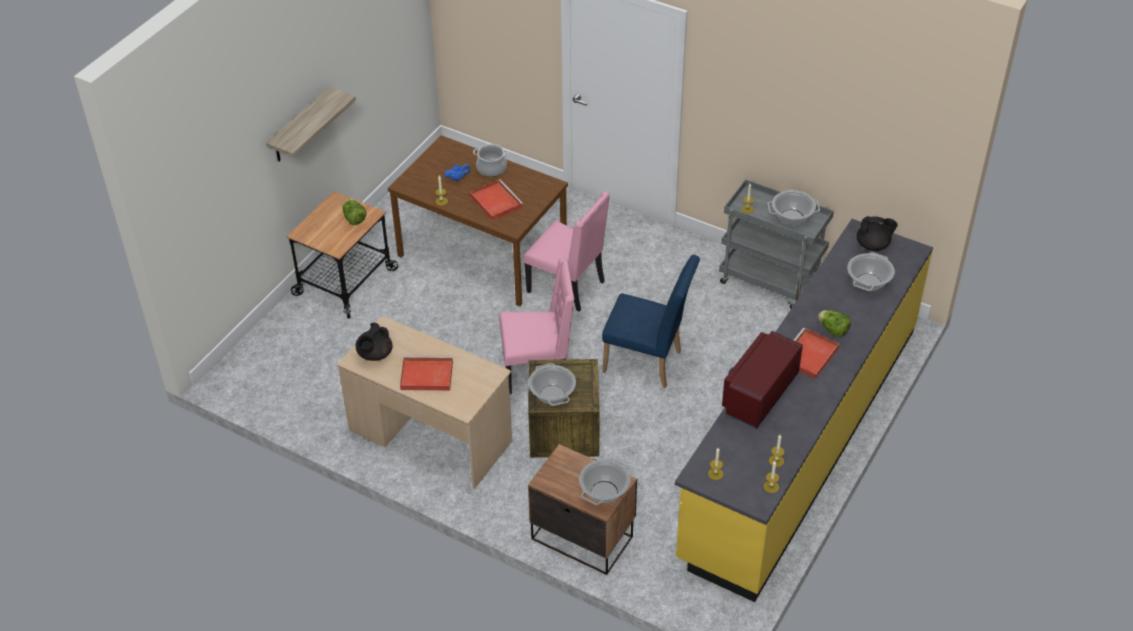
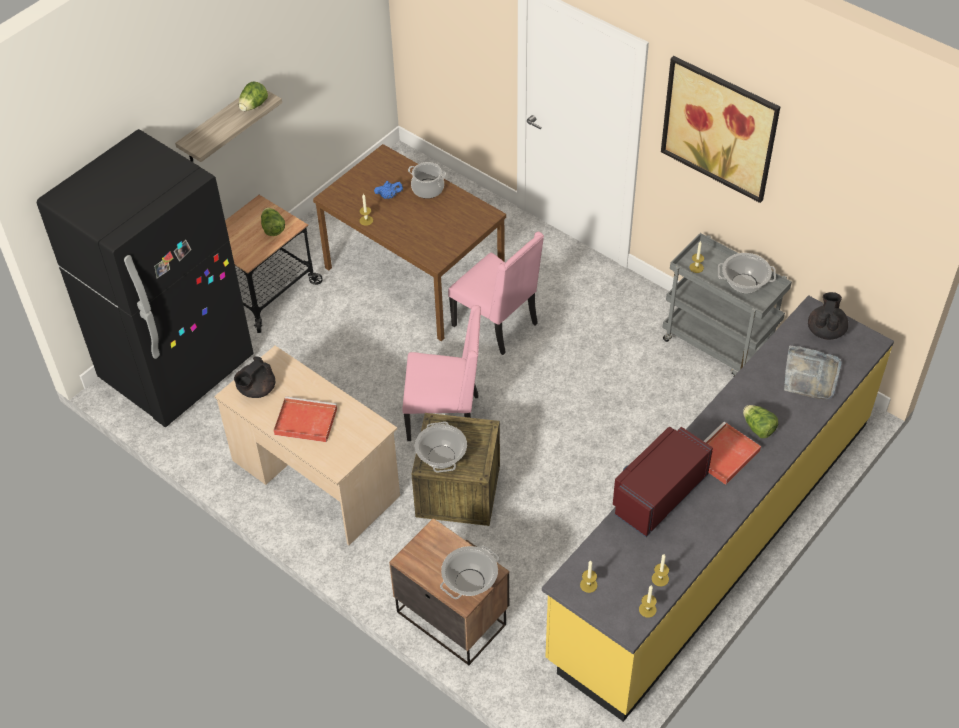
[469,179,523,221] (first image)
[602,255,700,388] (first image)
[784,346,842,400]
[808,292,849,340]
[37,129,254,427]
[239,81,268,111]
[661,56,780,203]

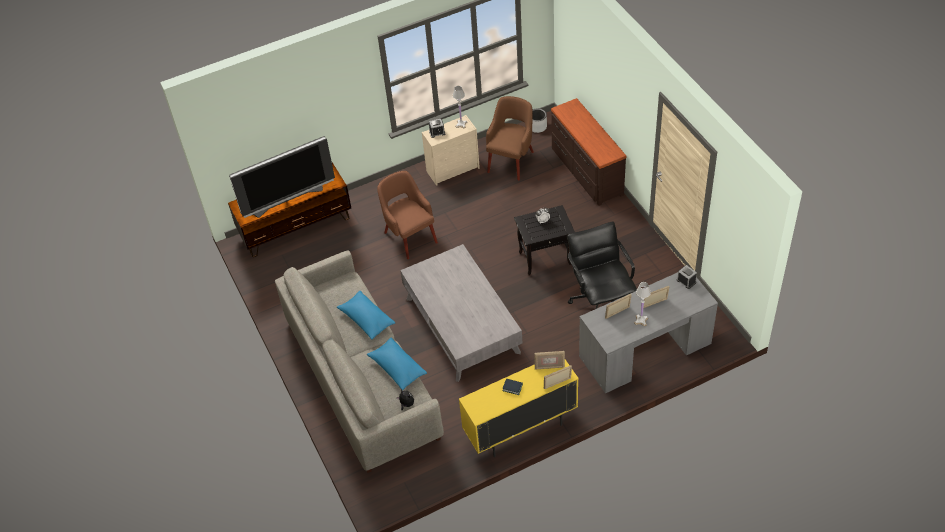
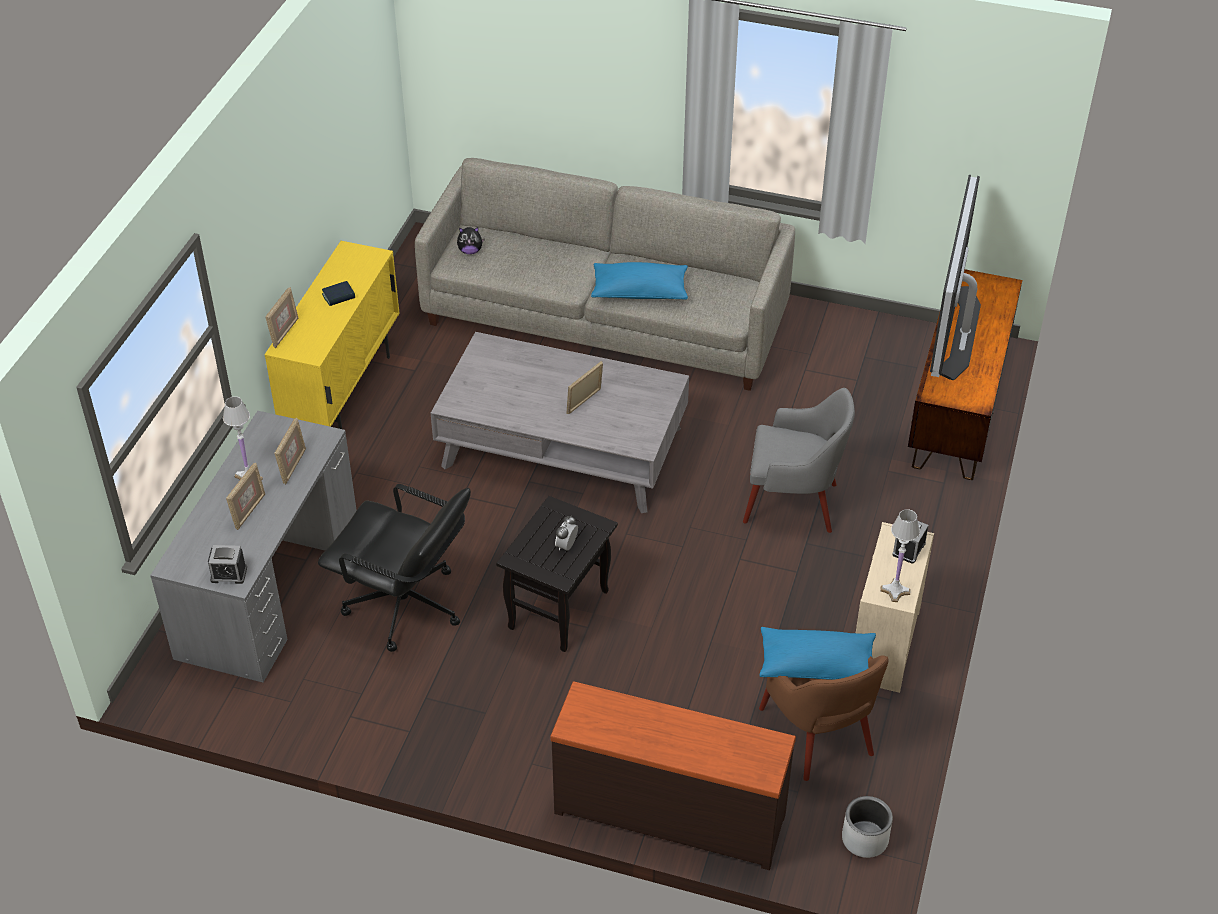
[760,627,876,680]
[743,388,855,533]
[566,361,603,414]

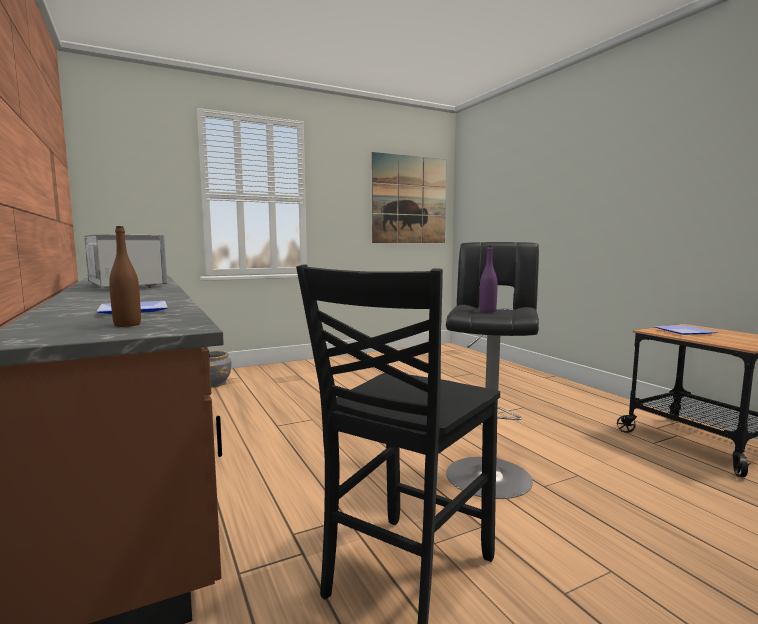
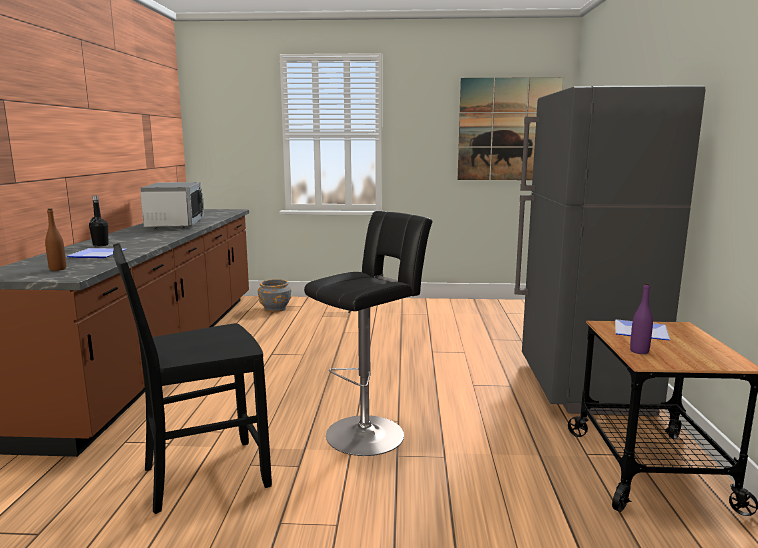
[630,283,653,354]
[89,195,108,246]
[514,85,705,416]

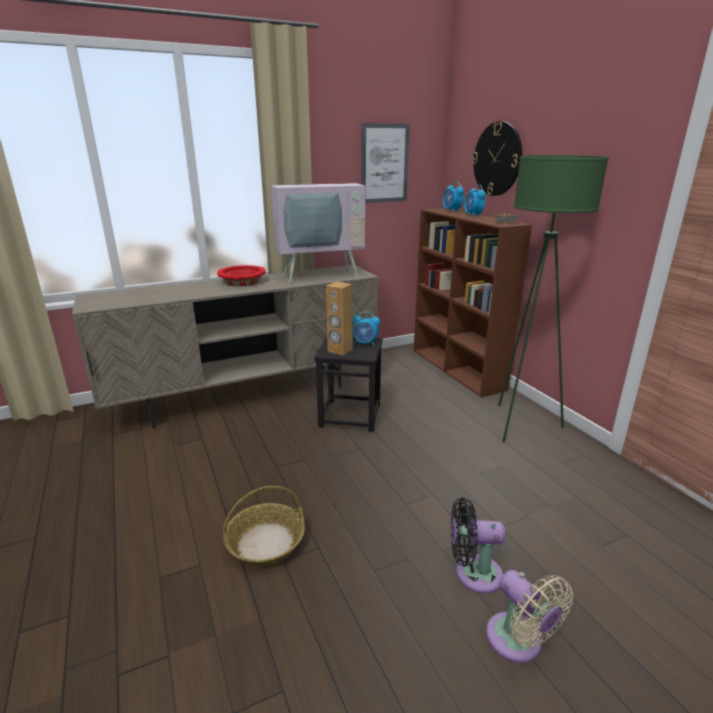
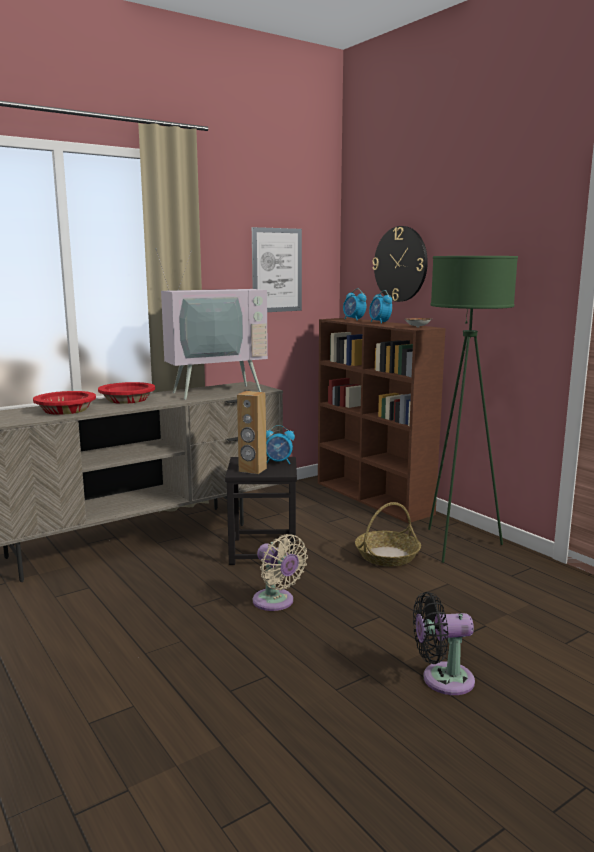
[355,502,421,566]
[253,534,308,611]
[33,391,96,415]

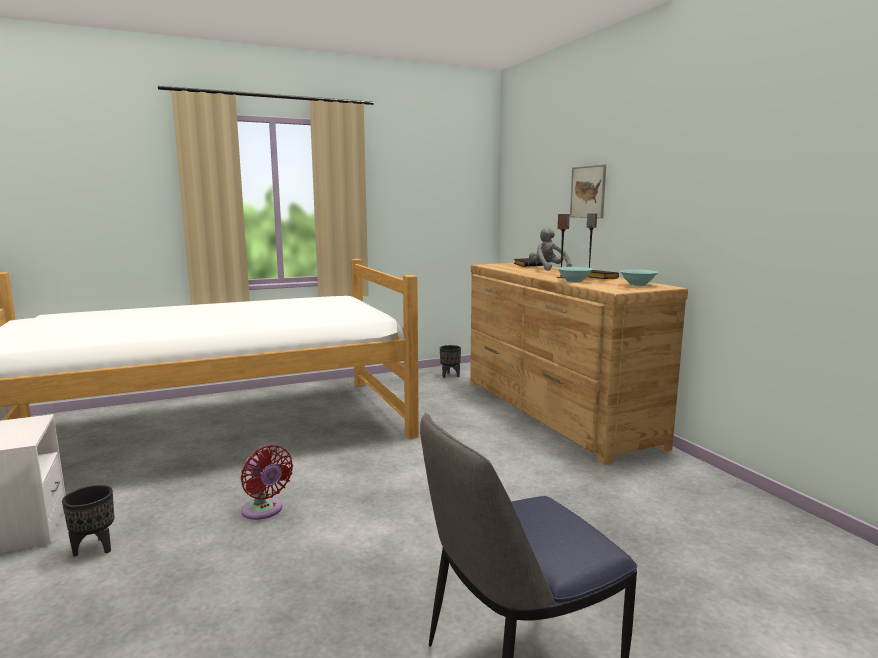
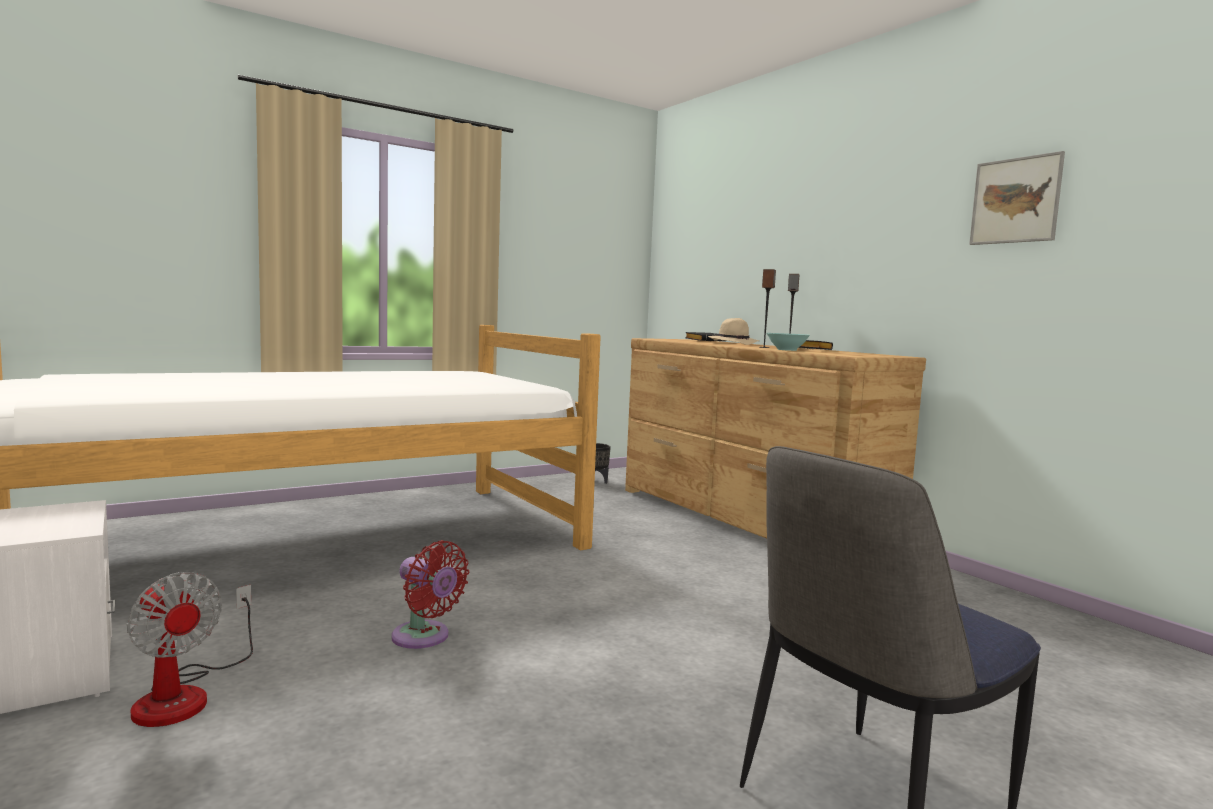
[127,572,253,727]
[708,318,759,345]
[969,151,1065,245]
[620,269,658,286] (first image)

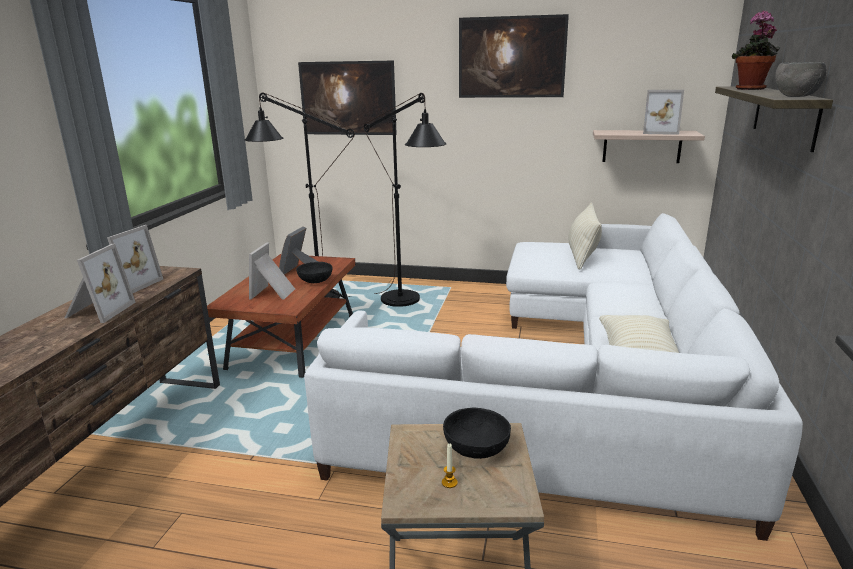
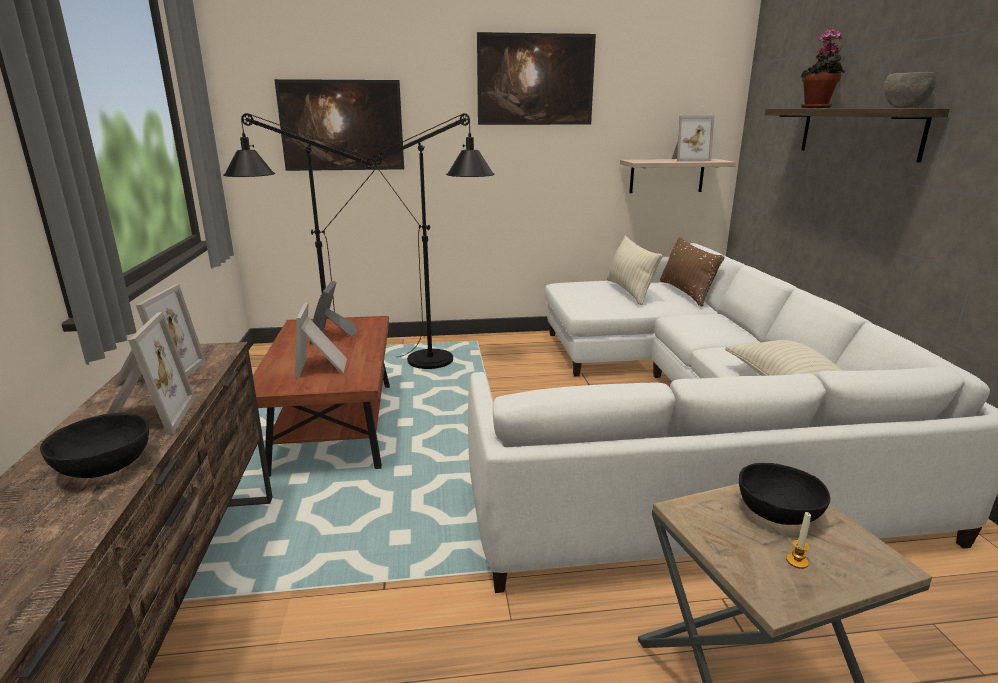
[40,413,149,478]
[660,237,725,306]

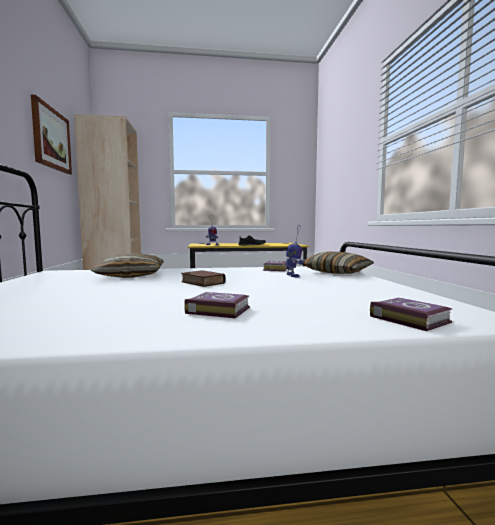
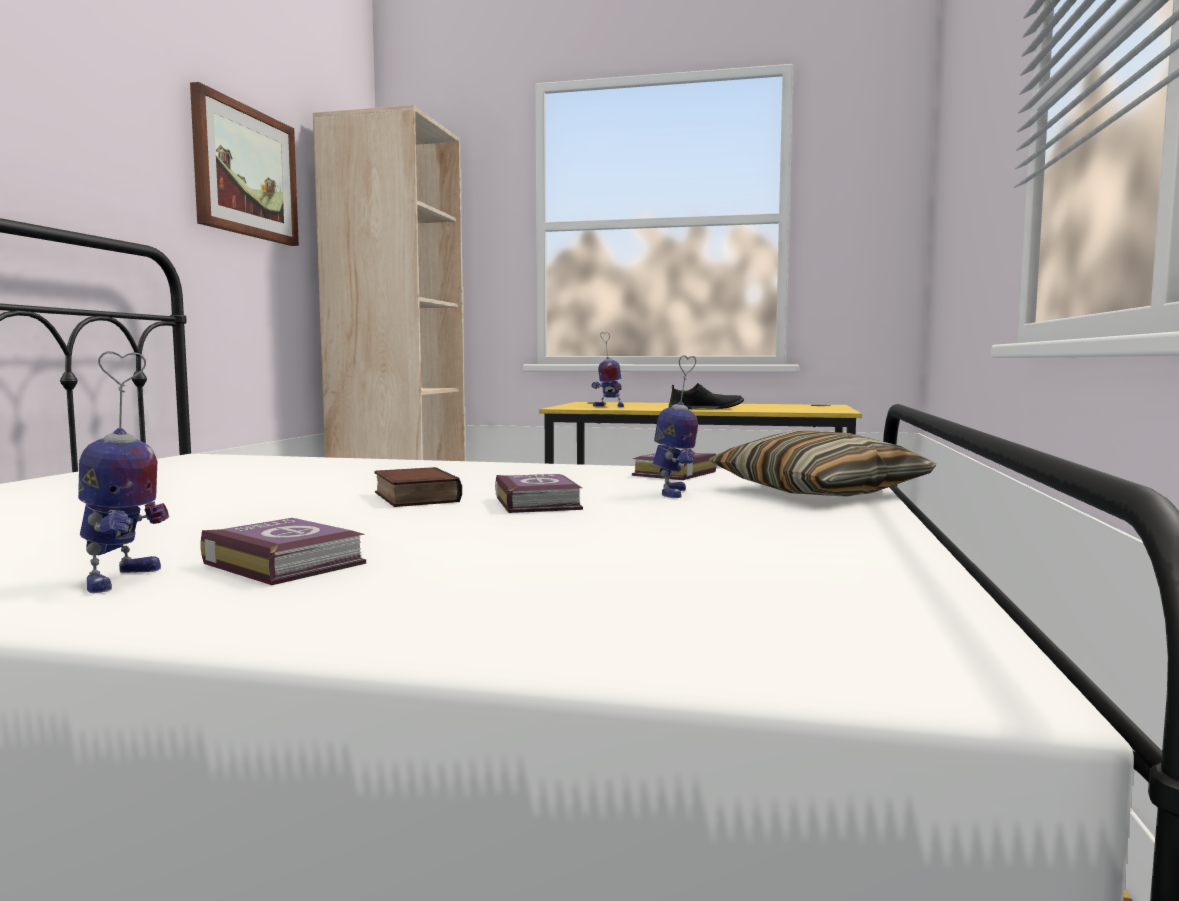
[91,253,164,278] (first image)
[495,474,583,513]
[78,351,169,593]

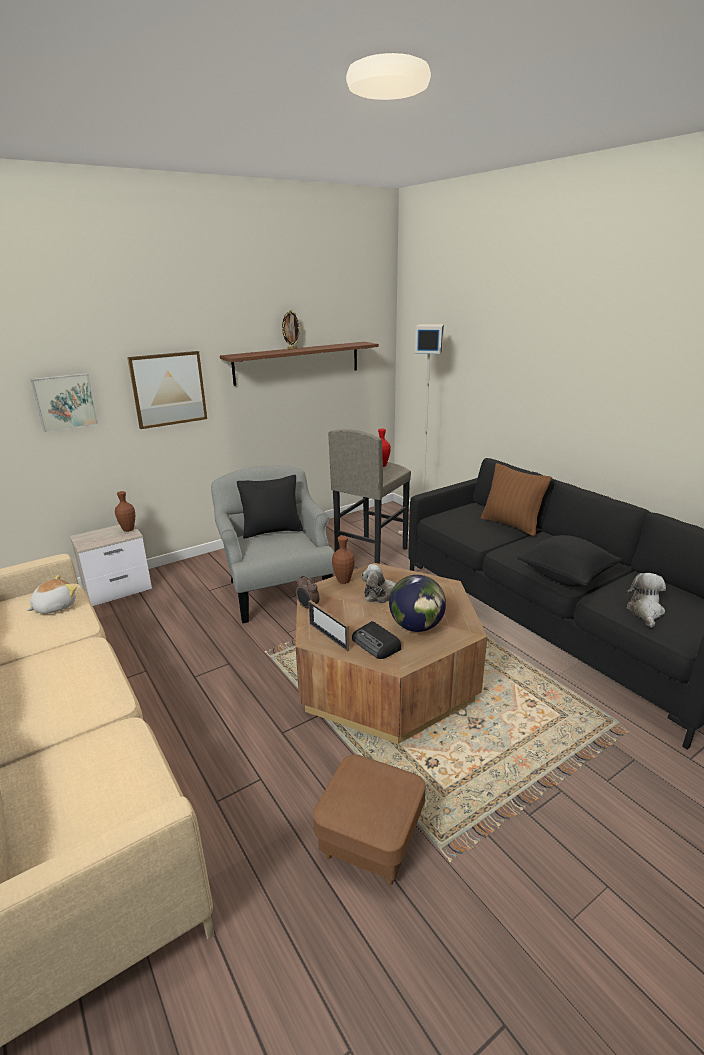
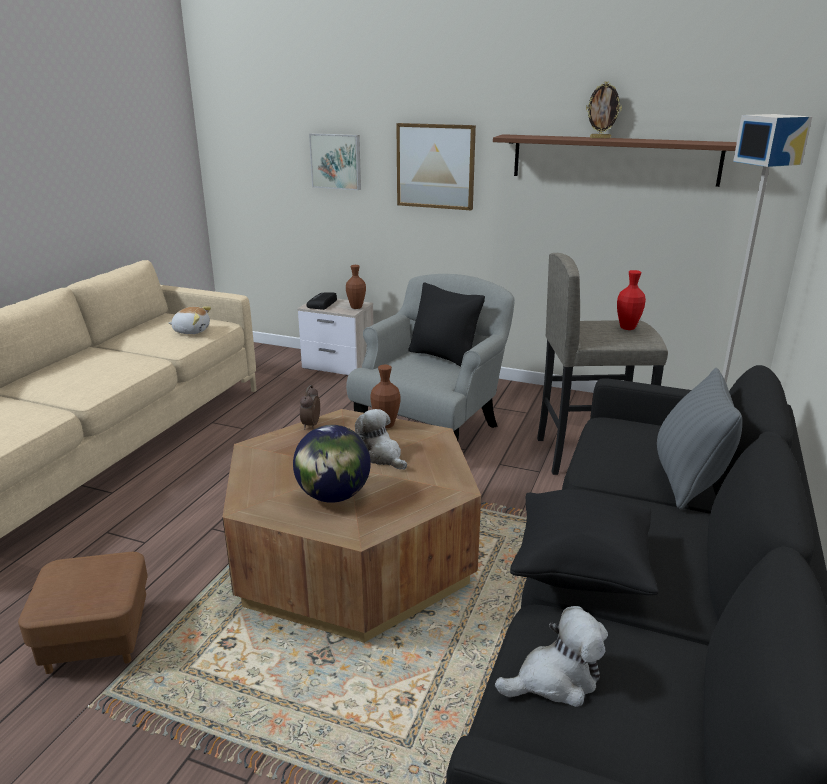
[309,600,349,652] (first image)
[307,293,337,310]
[657,368,742,509]

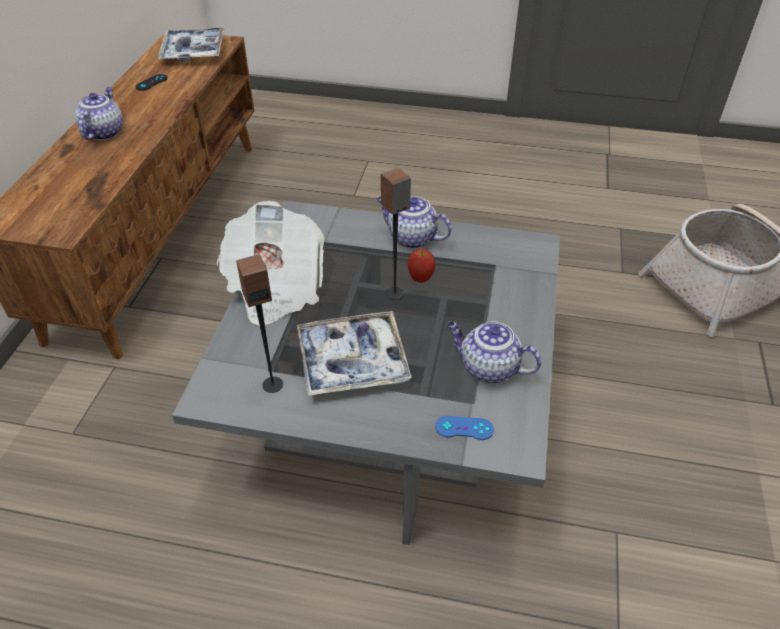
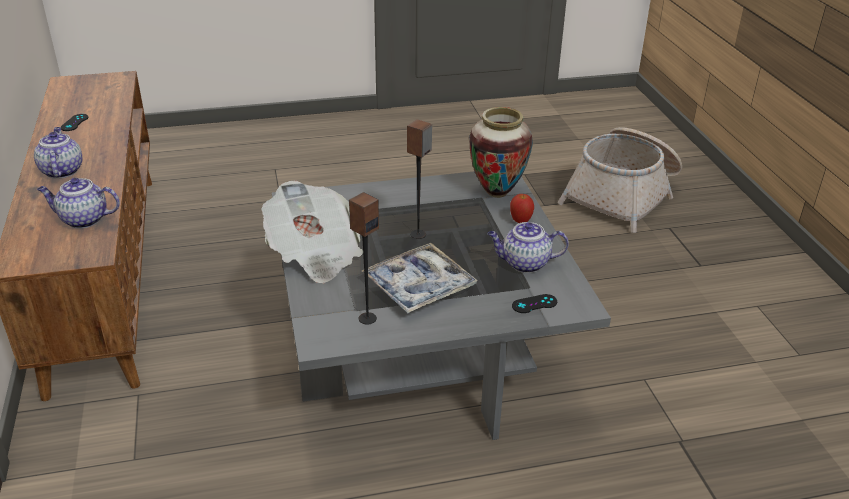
[158,28,224,62] (first image)
[37,178,120,228]
[510,194,534,223]
[512,294,557,313]
[469,107,533,198]

